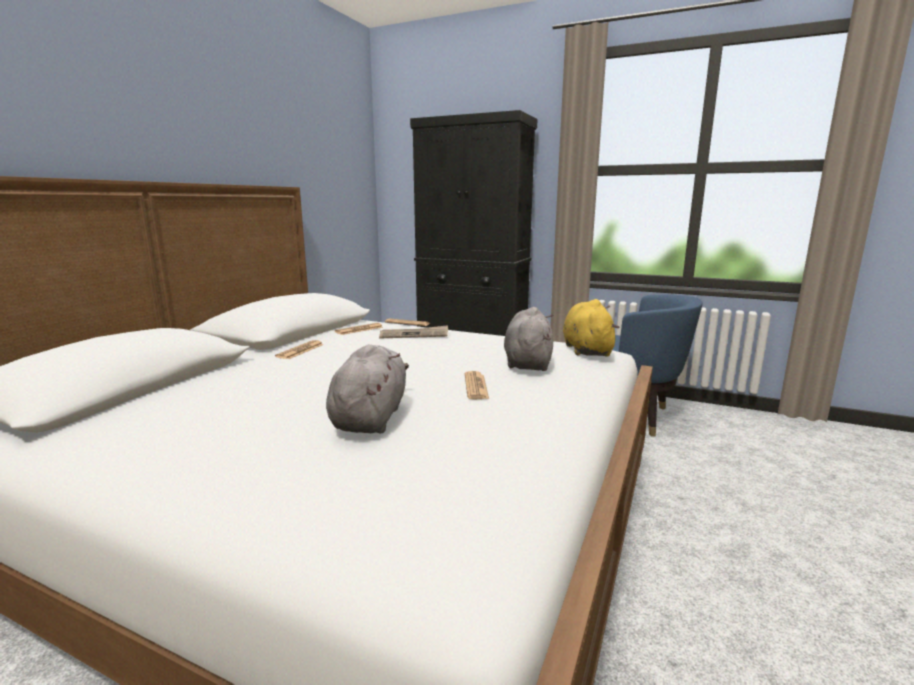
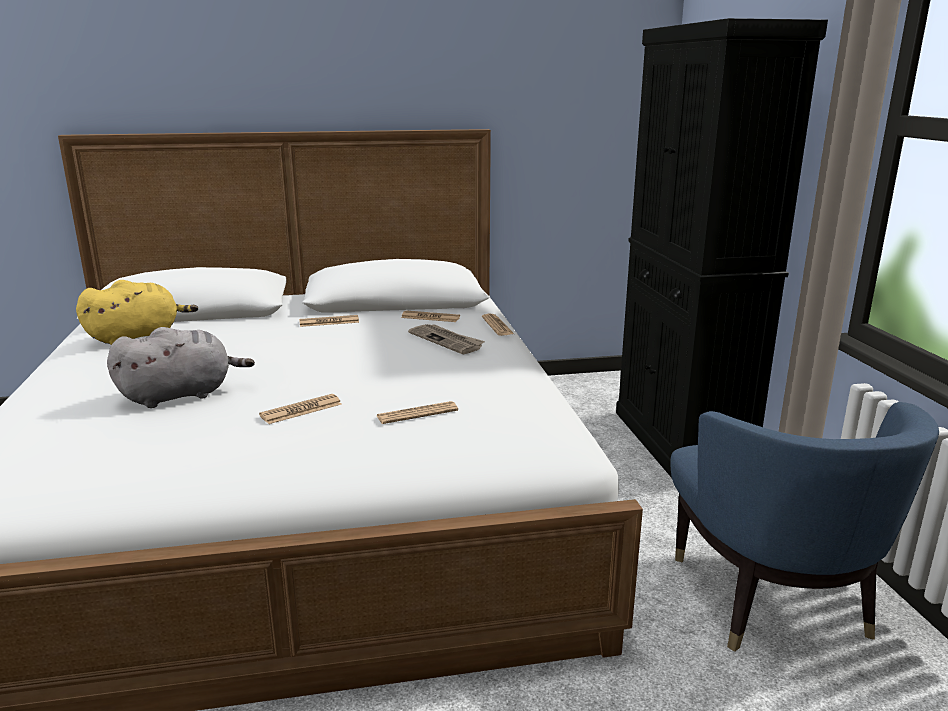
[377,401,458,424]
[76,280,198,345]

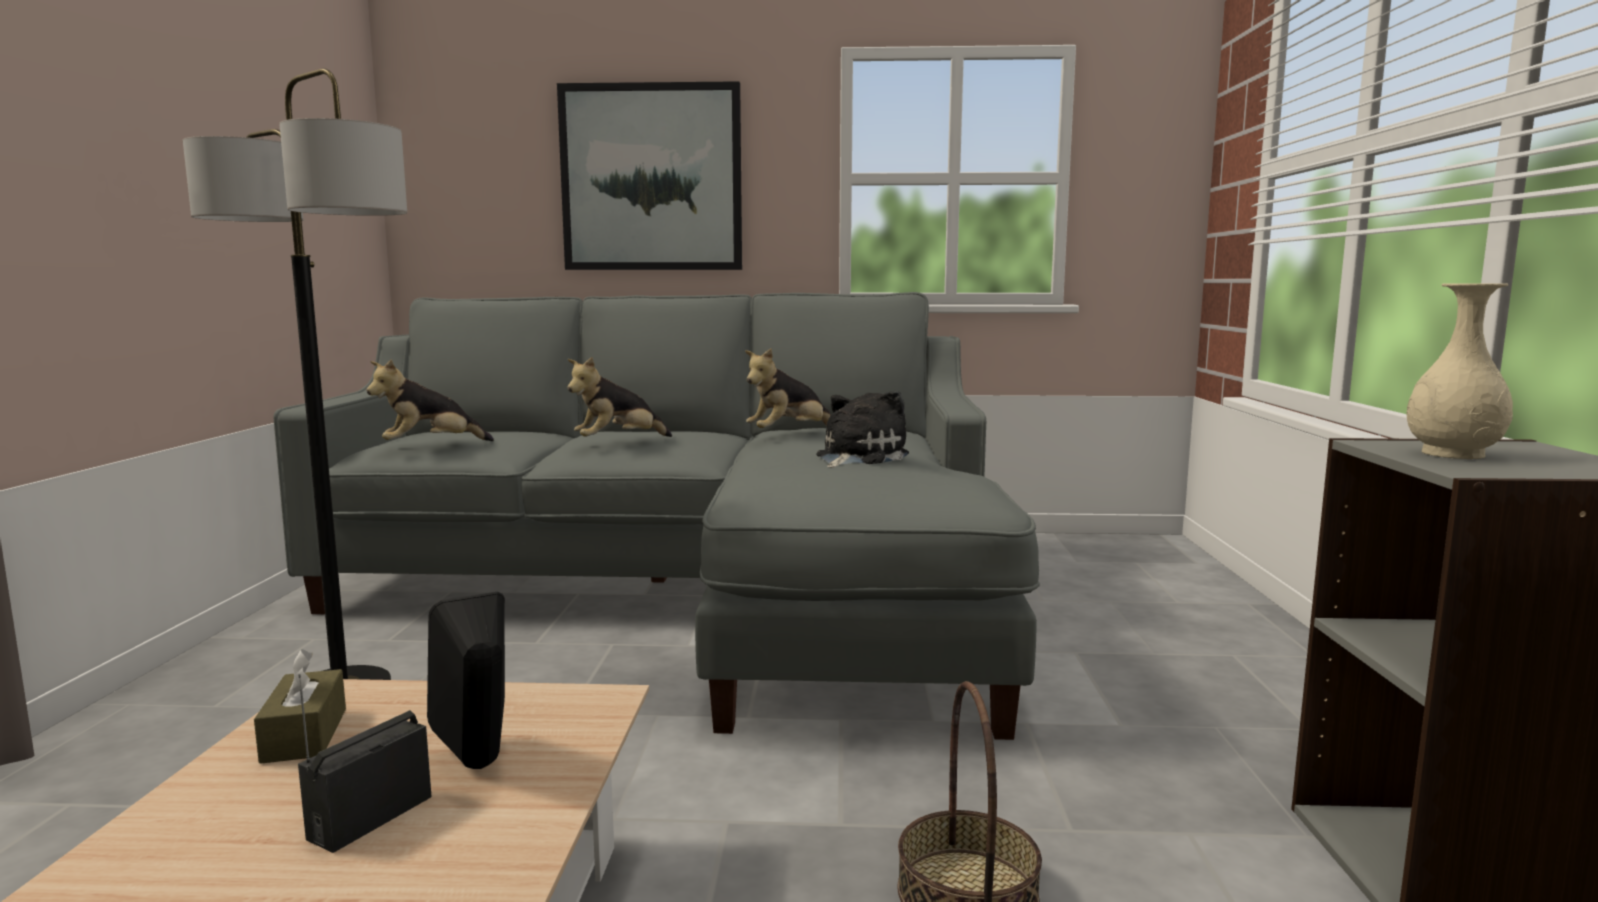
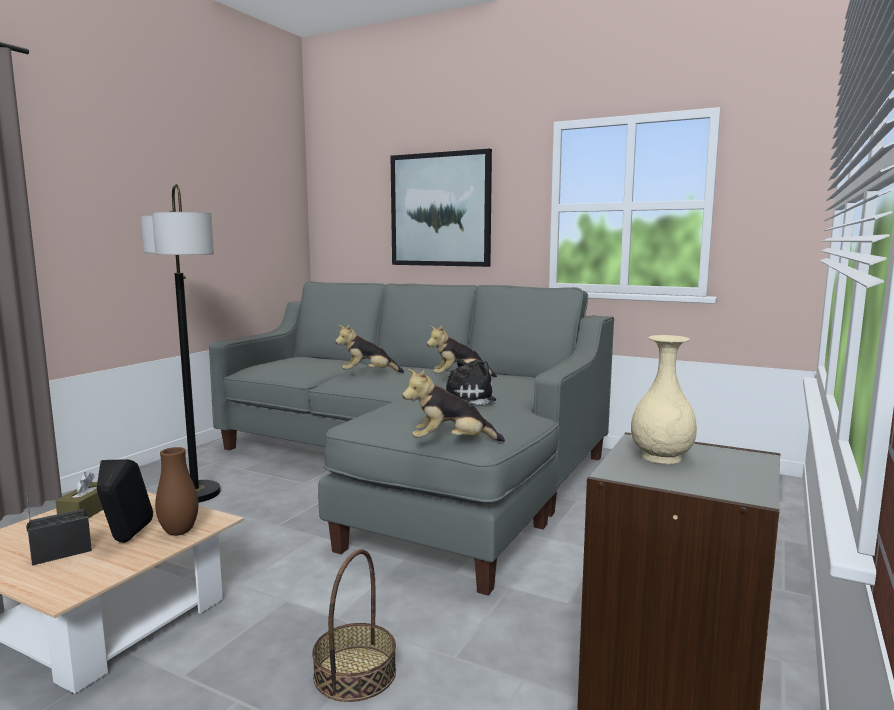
[402,369,505,442]
[155,447,198,536]

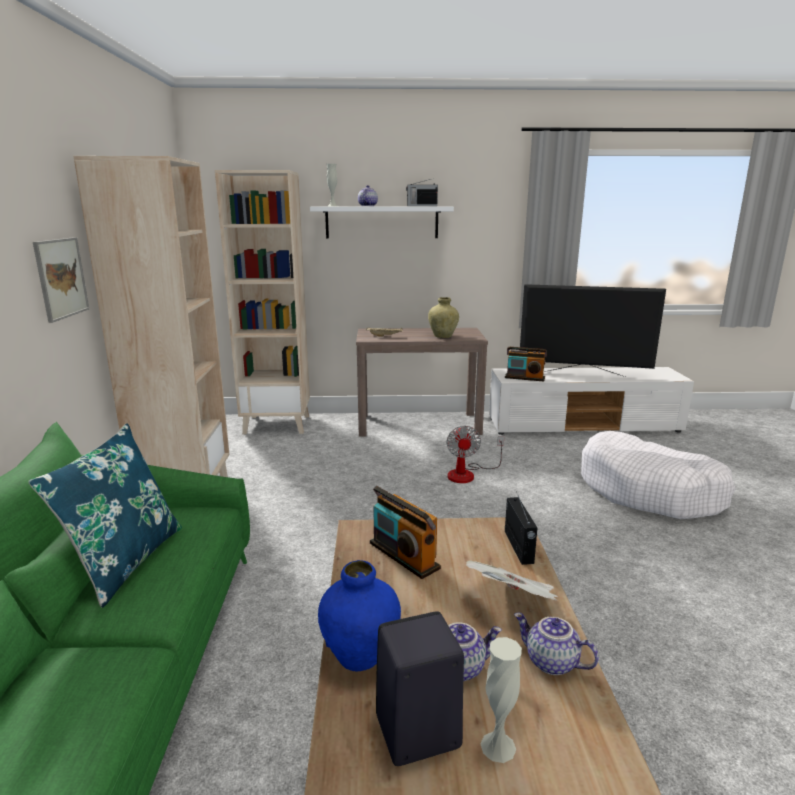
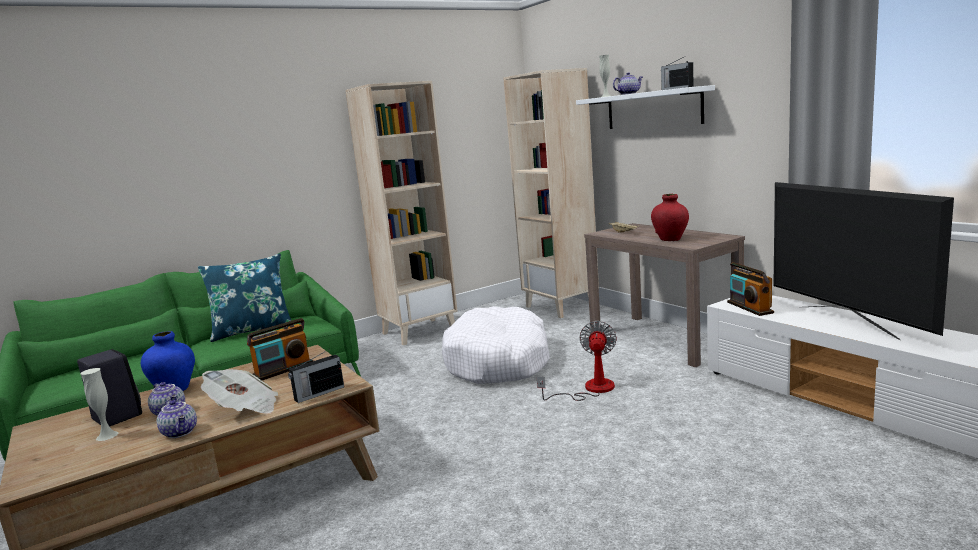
[33,237,89,323] (first image)
[247,318,313,381]
[651,194,689,241]
[537,321,617,401]
[157,400,197,438]
[442,306,549,384]

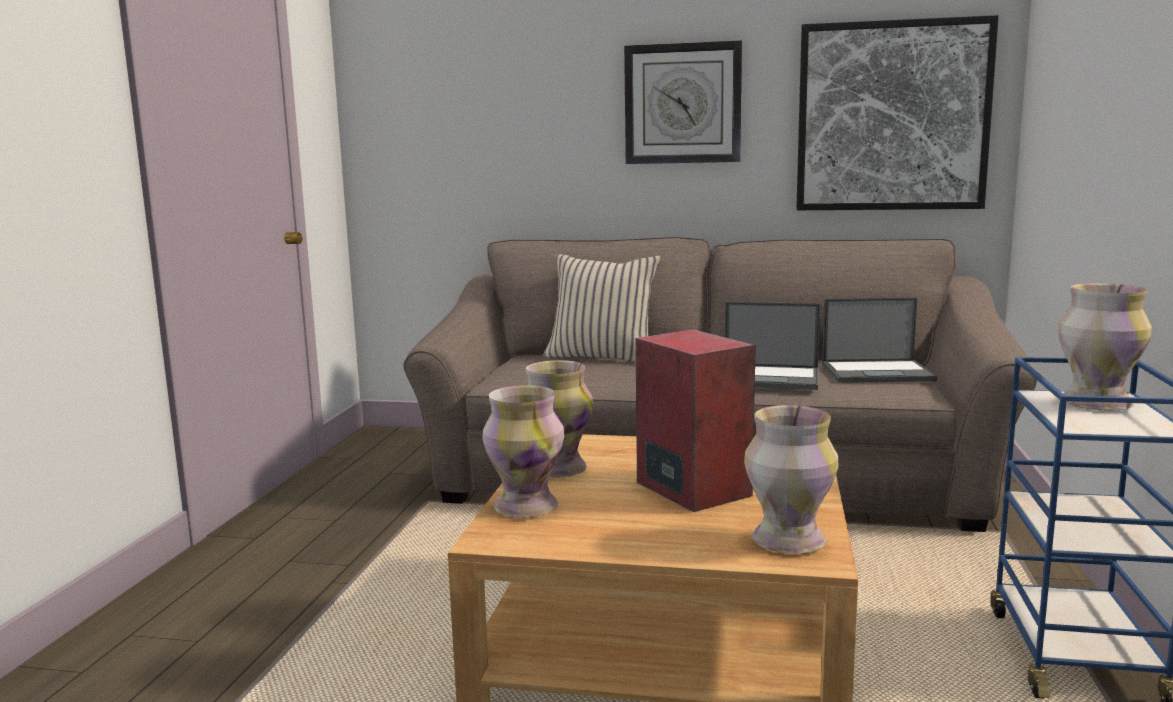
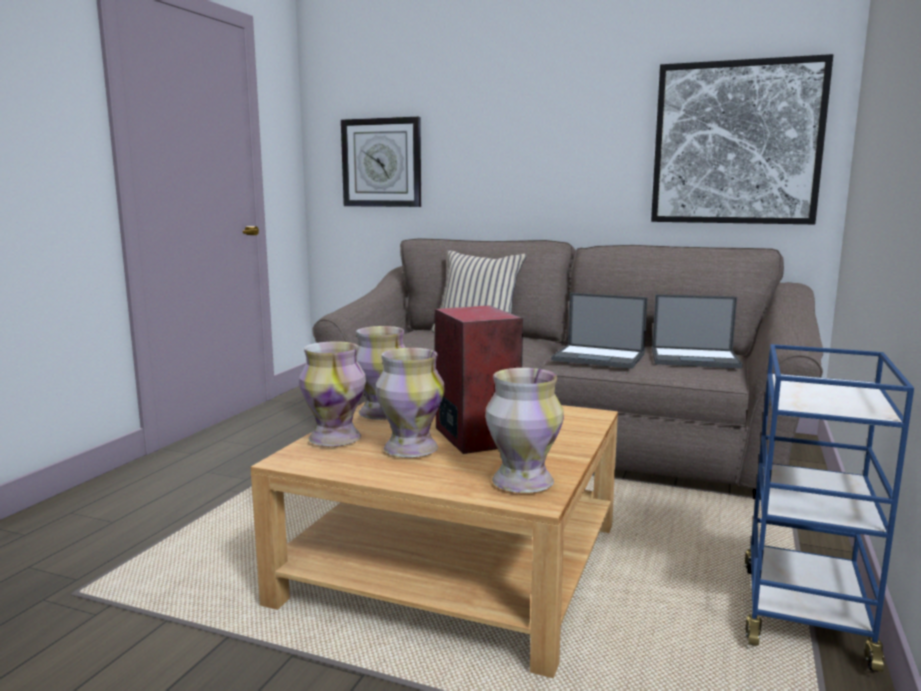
[341,117,421,207]
[376,348,445,458]

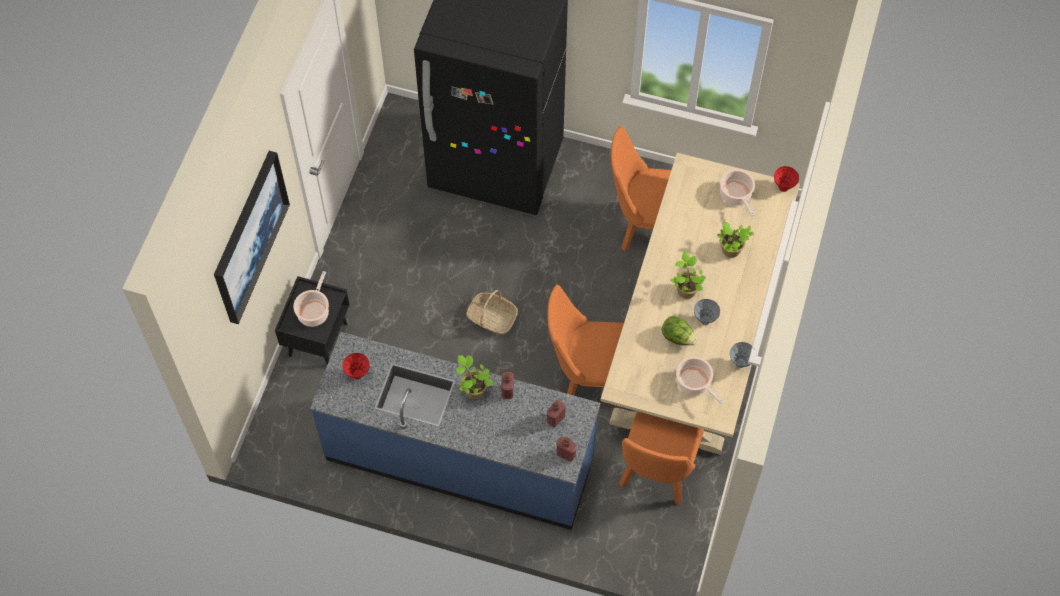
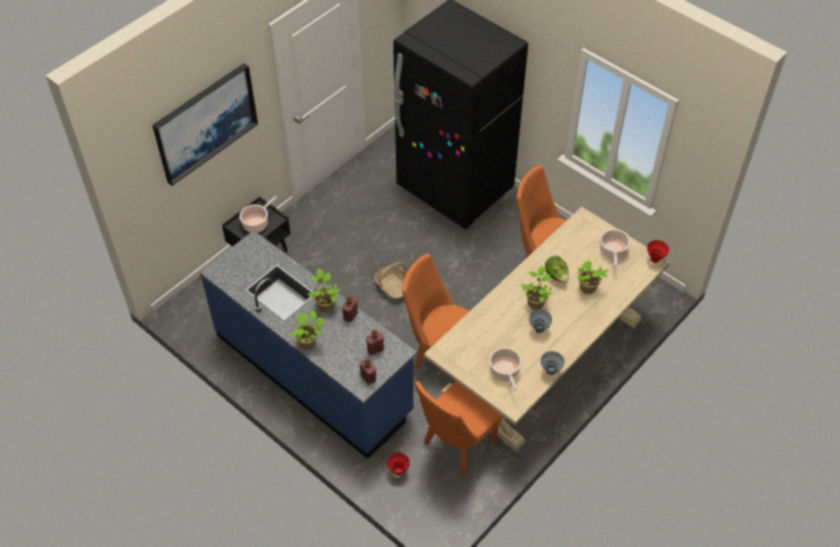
[387,453,410,475]
[545,256,569,283]
[290,310,325,350]

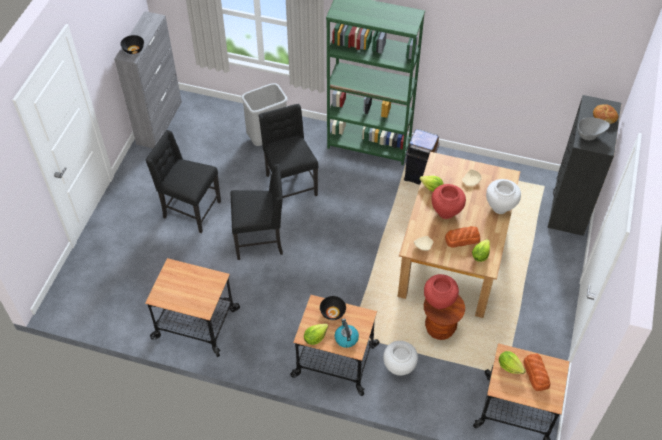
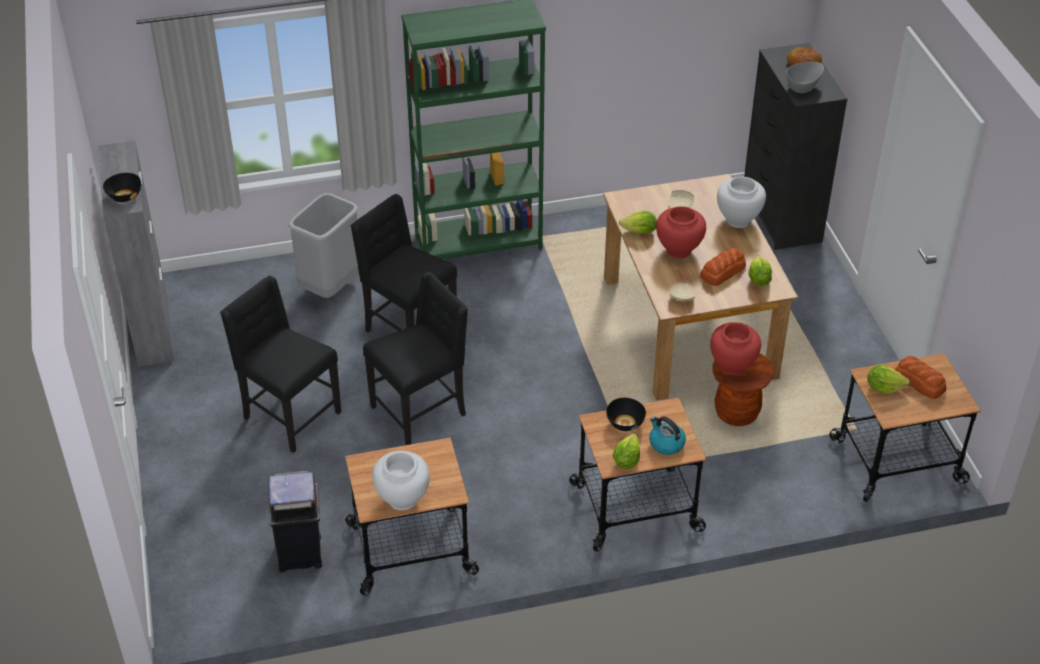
[220,276,341,453]
[372,451,430,510]
[268,470,322,572]

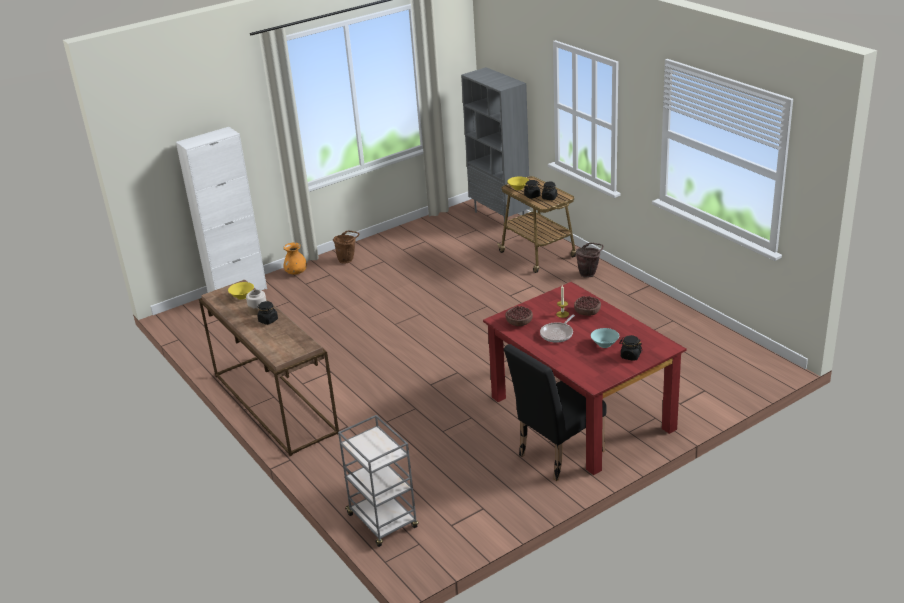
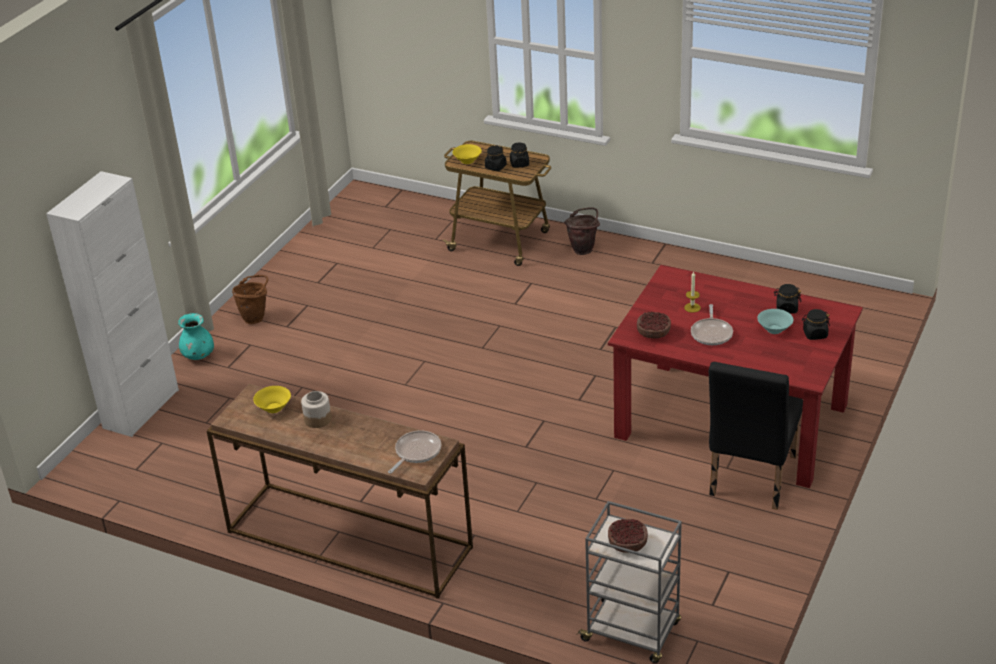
[774,284,801,314]
[178,313,214,360]
[461,67,530,222] (first image)
[608,519,648,553]
[388,431,441,474]

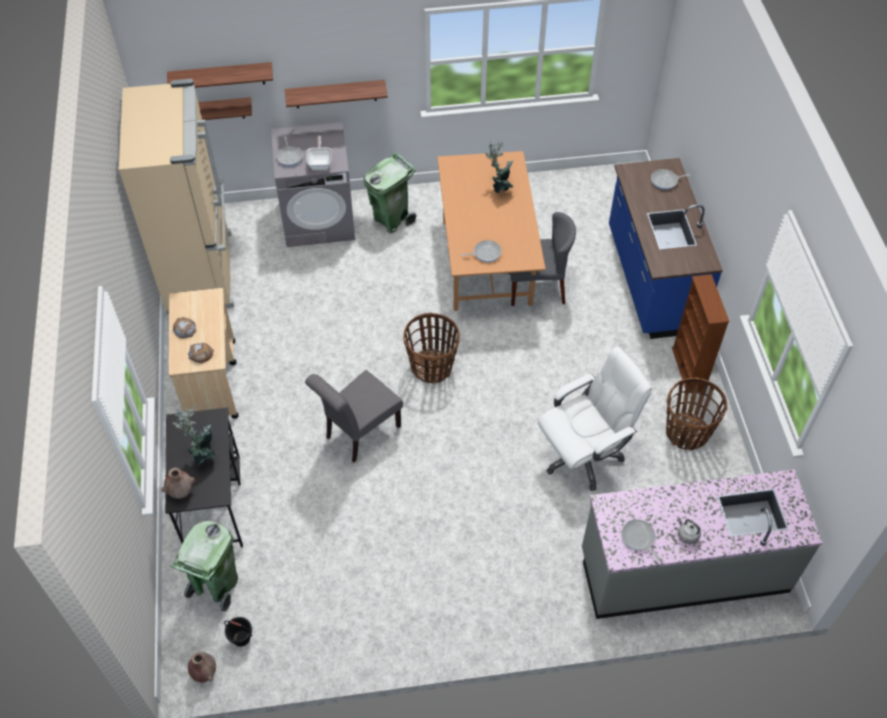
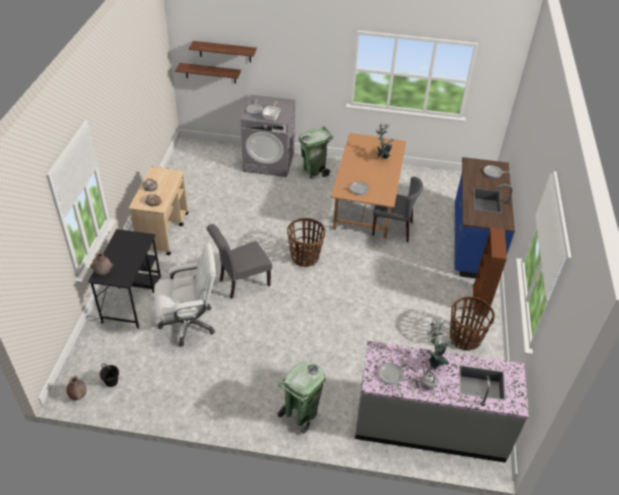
[119,79,234,315] (first image)
[278,361,325,434]
[426,320,451,369]
[285,80,388,108] (first image)
[154,243,216,346]

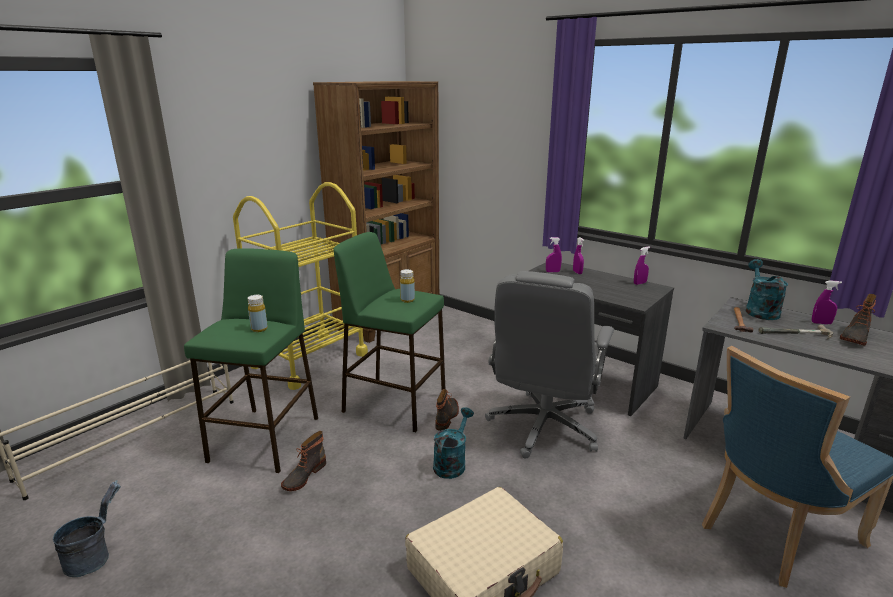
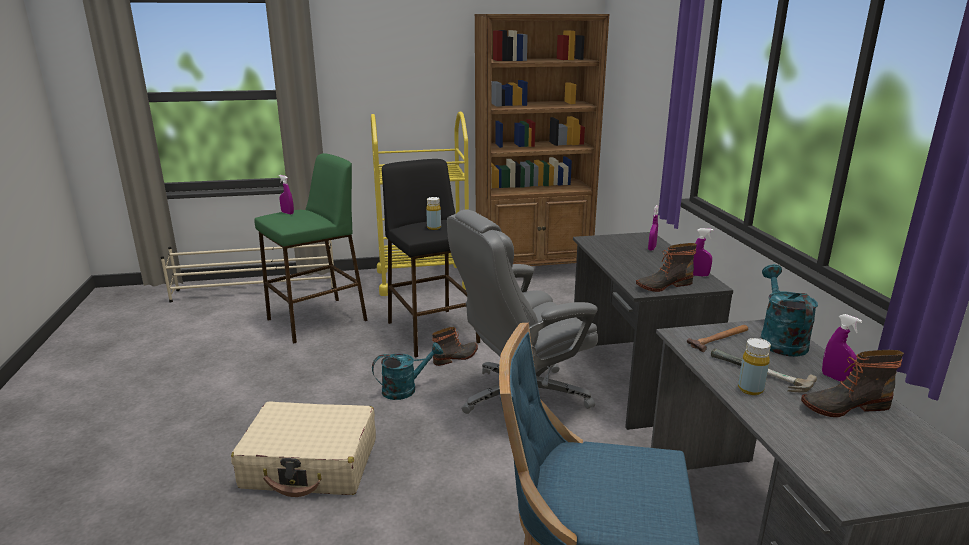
[53,480,121,577] (first image)
[738,338,771,395]
[636,243,697,292]
[382,159,480,358]
[278,175,294,215]
[760,264,818,357]

